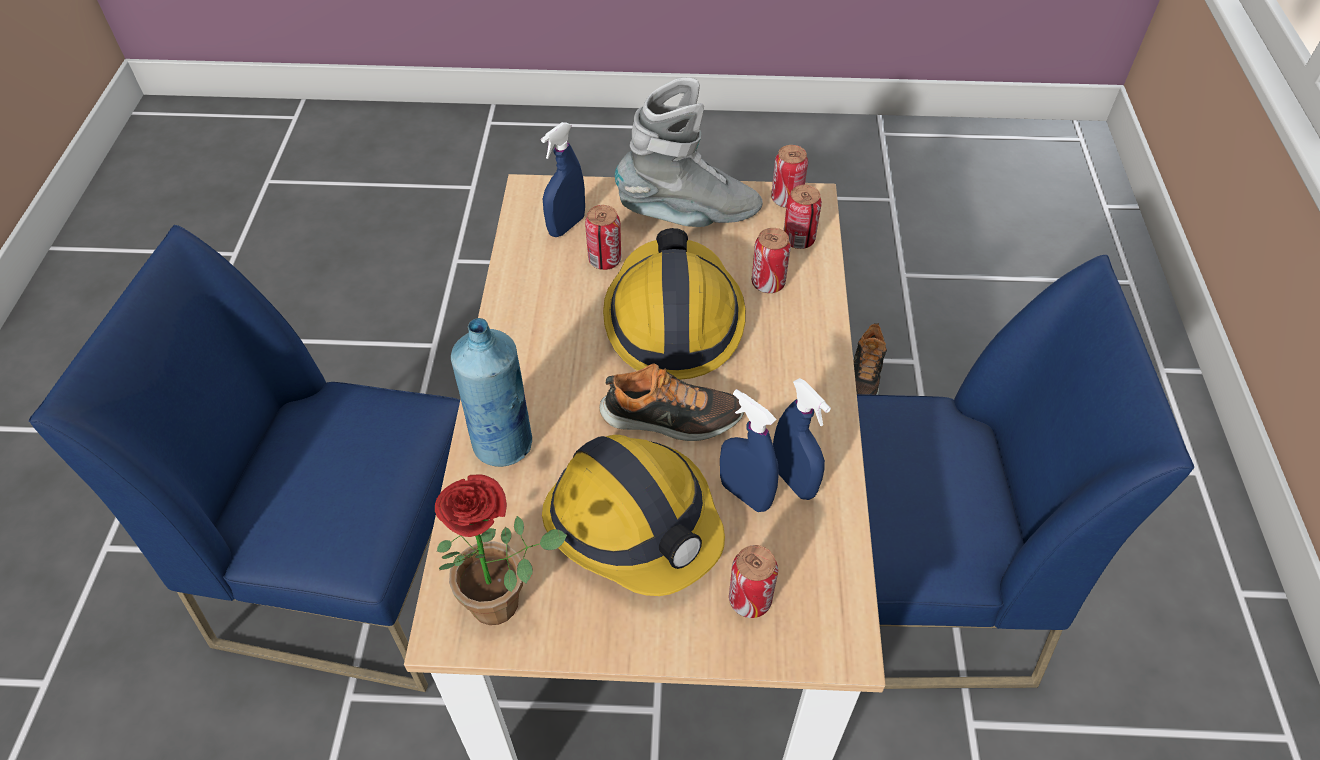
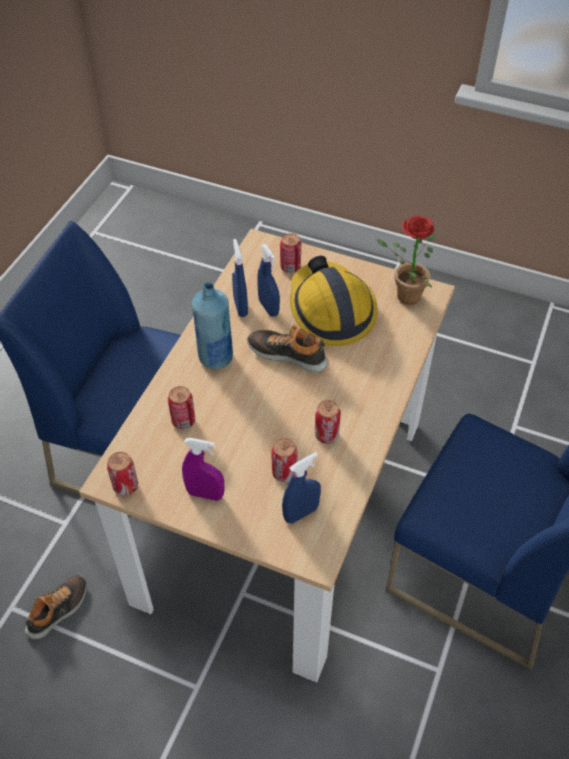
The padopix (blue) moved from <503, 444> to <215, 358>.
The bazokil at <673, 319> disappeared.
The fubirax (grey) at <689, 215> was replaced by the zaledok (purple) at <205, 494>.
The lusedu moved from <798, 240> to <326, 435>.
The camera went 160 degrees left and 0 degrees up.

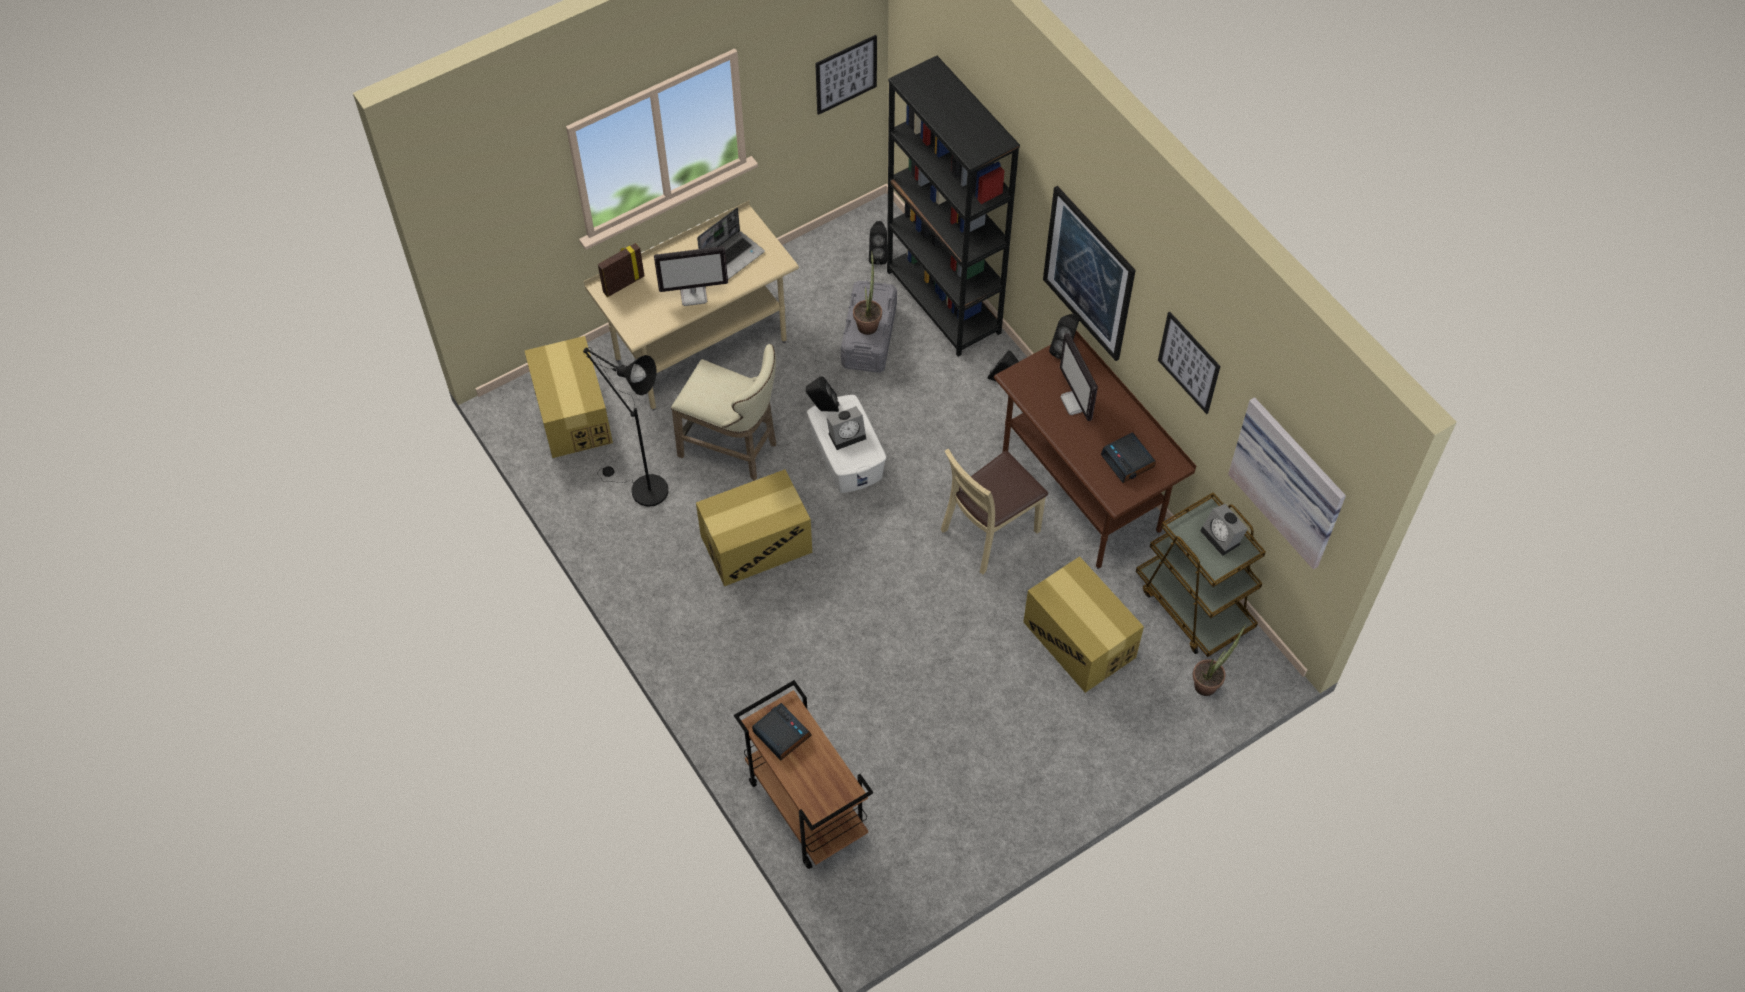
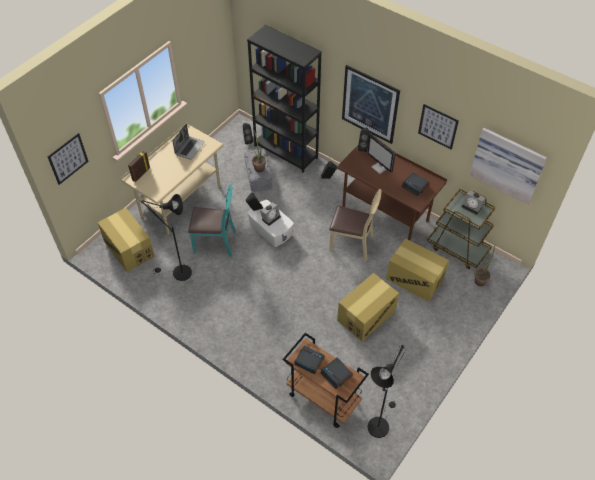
The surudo at <694, 294> disappeared.
The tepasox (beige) at <733, 450> was replaced by the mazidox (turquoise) at <215, 242>.
The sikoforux moved from <756, 544> to <366, 316>.
The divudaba moved from <846, 74> to <68, 158>.
The mazidox (beige) at <990, 532> turned 105 degrees counterclockwise.
The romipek at <337, 375> appeared.
The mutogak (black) at <379, 423> appeared.
The camera went 20 degrees left and 5 degrees down.

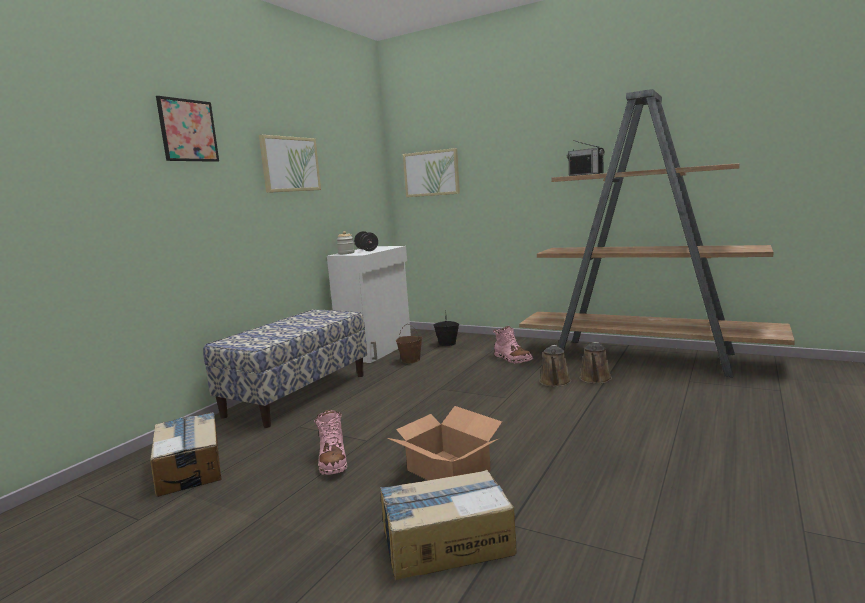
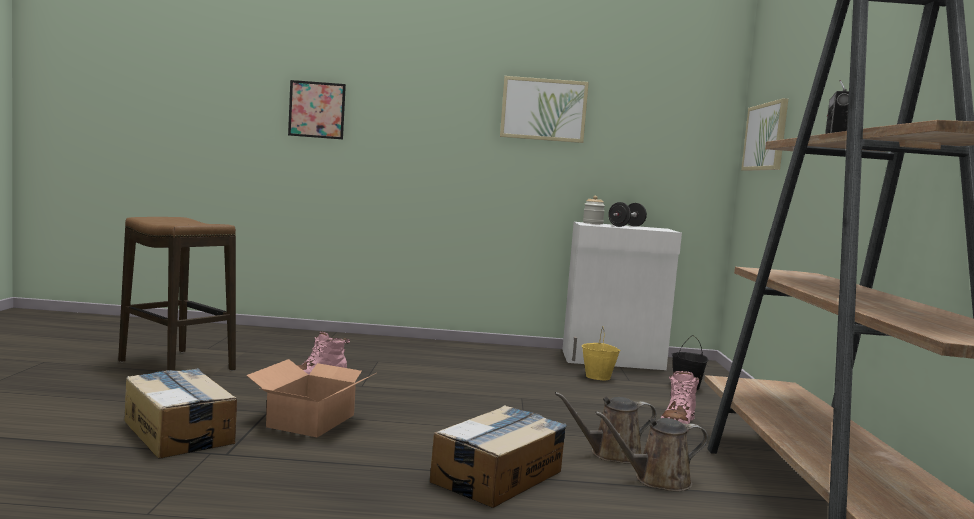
The sikoforux moved from <190, 467> to <498, 476>.
The divudaba moved from <188, 130> to <317, 110>.
The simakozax at <297, 394> disappeared.
The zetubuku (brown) at <411, 360> became the zetubuku (yellow) at <598, 377>.
The tepasox at <176, 366> appeared.
The camera went 60 degrees right and 5 degrees down.

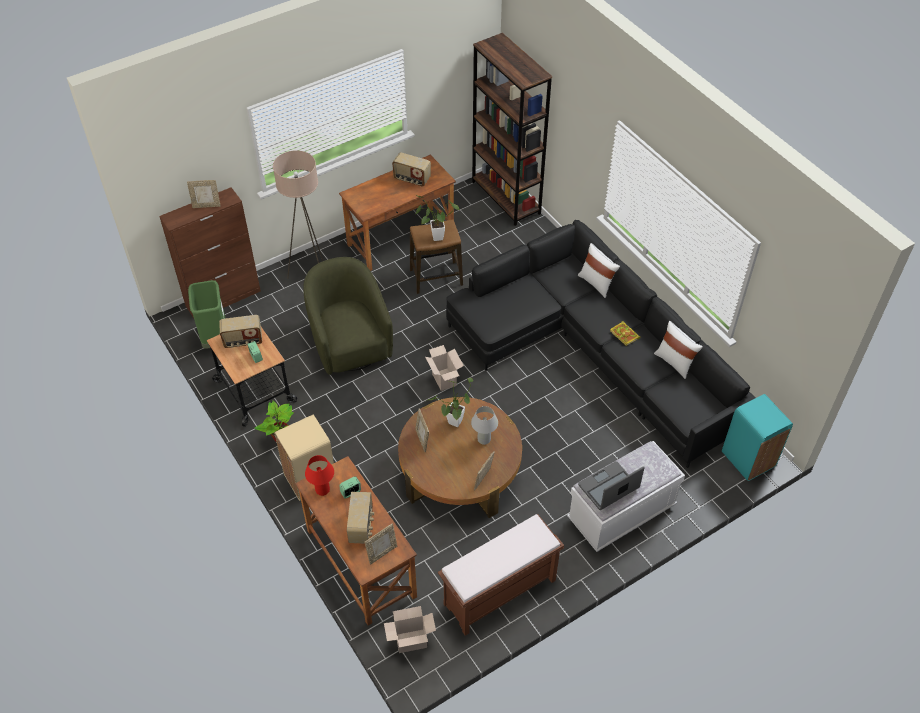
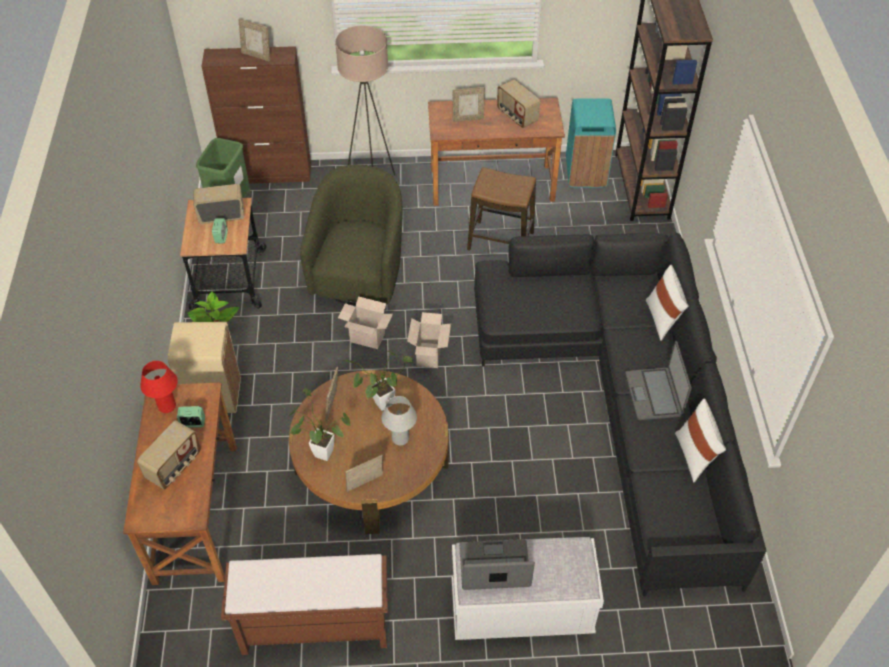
The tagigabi at <243, 341> turned 150 degrees clockwise.
The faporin moved from <382, 553> to <468, 118>.
The sikoforux moved from <410, 642> to <366, 338>.
The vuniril moved from <434, 237> to <320, 452>.
The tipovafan at <625, 335> was replaced by the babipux at <654, 394>.
The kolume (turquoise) moved from <748, 460> to <585, 173>.
The camera went 30 degrees right and 0 degrees up.

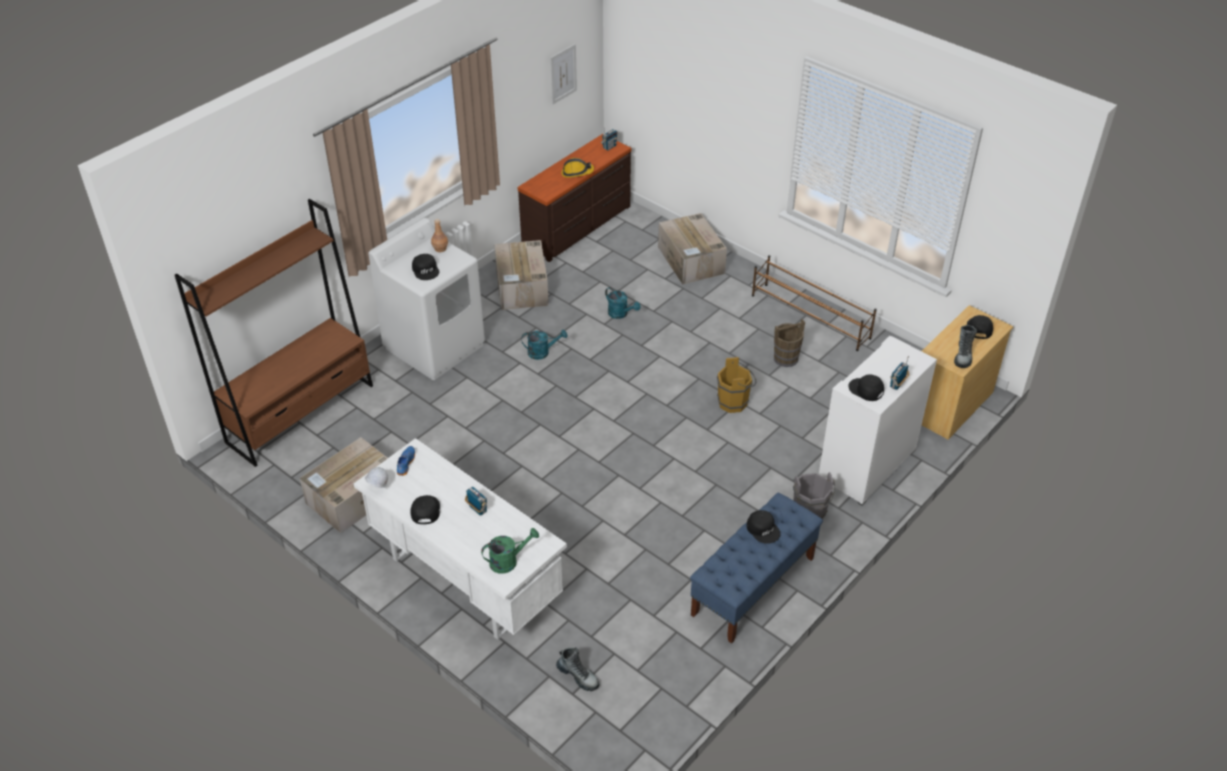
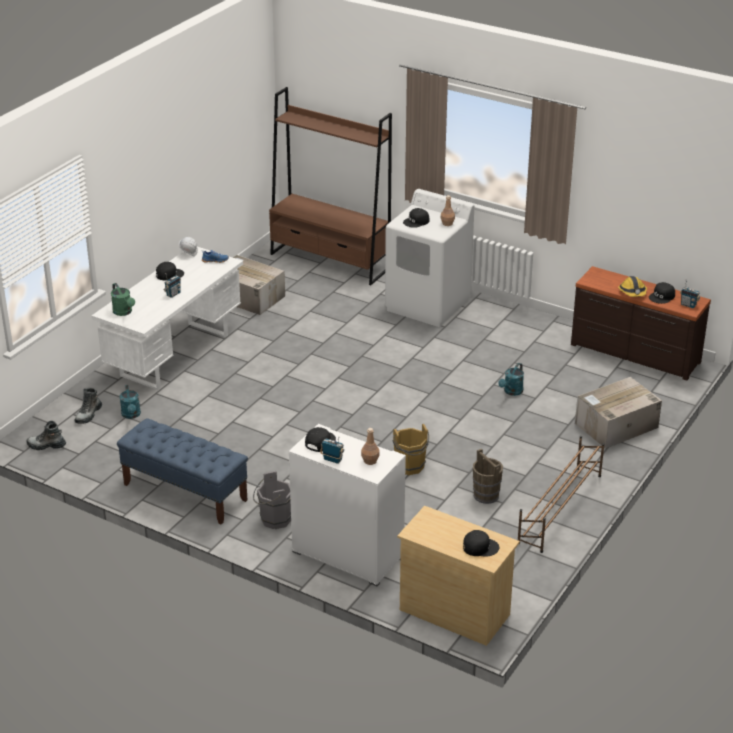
The sikoforux at <522, 287> disappeared.
The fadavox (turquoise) moved from <542, 352> to <131, 415>.
The divudaba at <563, 74> disappeared.
The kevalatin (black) moved from <763, 529> to <662, 297>.
The fubirax moved from <963, 355> to <46, 446>.
The padopix (brown) at <370, 461> appeared.
The camera went 80 degrees right and 10 degrees down.

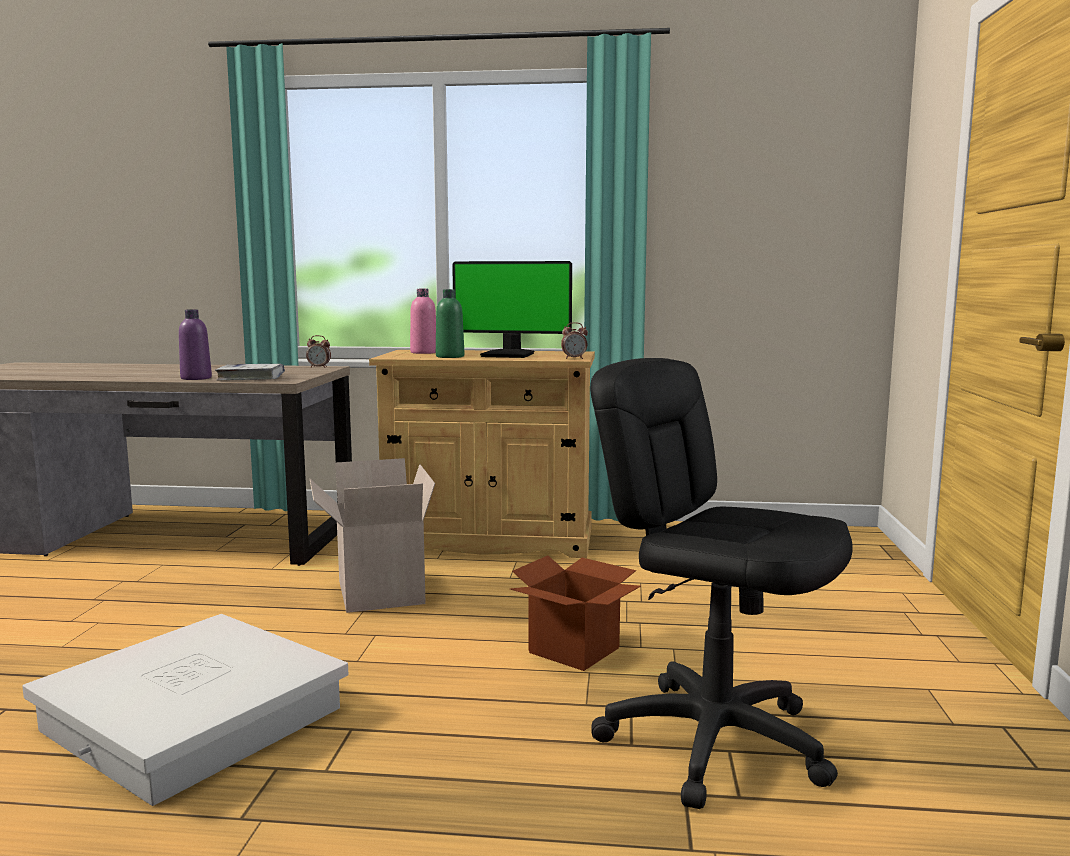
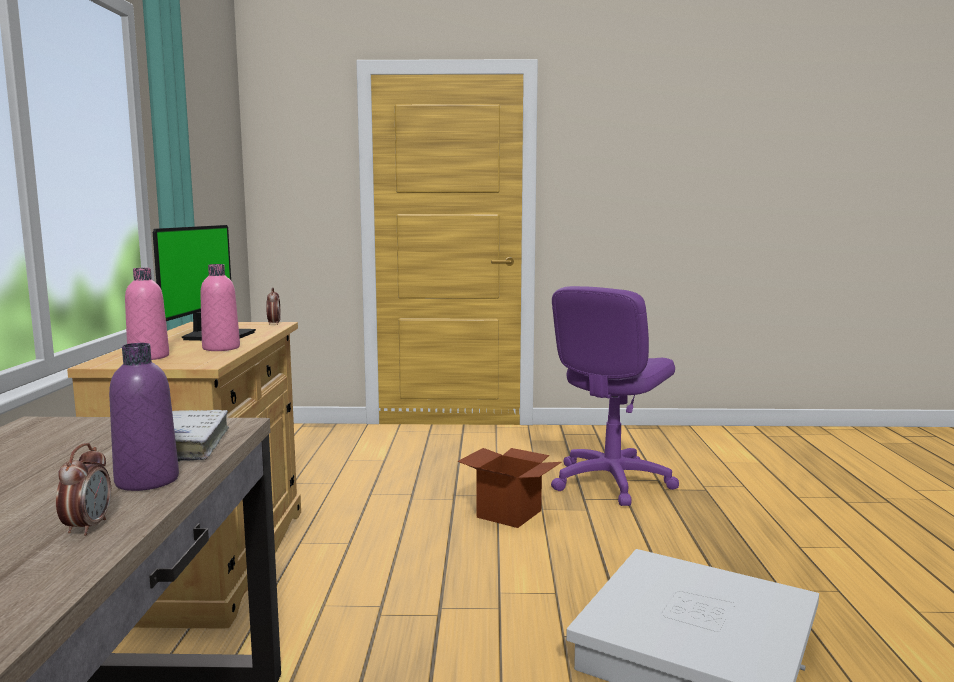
The romipek moved from <319, 367> to <87, 527>.
The sikoforux at <377, 592> disappeared.
The padopix (green) at <450, 356> became the padopix (pink) at <221, 348>.
The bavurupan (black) at <714, 741> became the bavurupan (purple) at <610, 482>.
The camera went 95 degrees left and 0 degrees up.

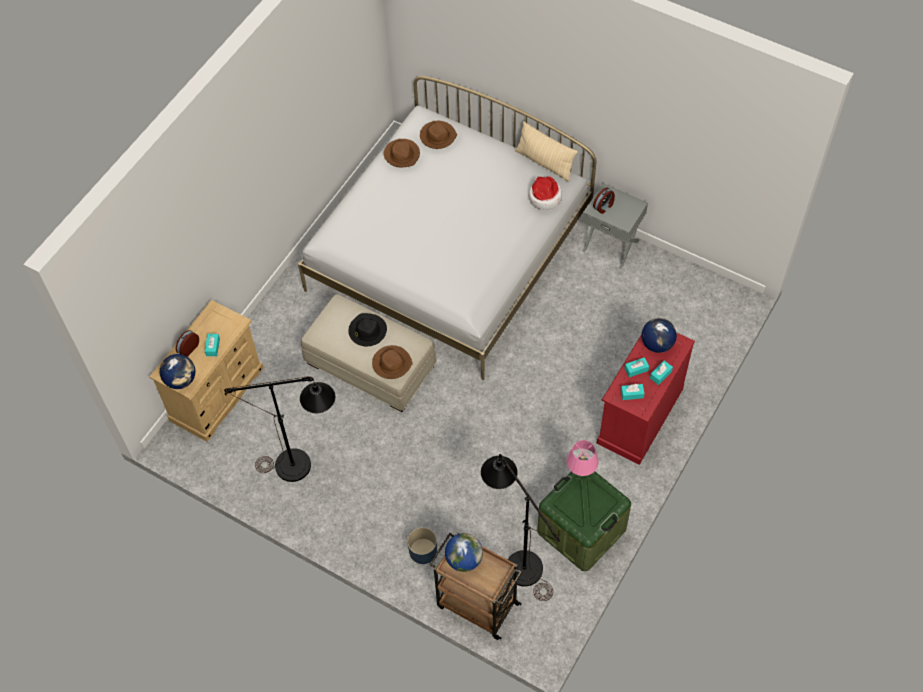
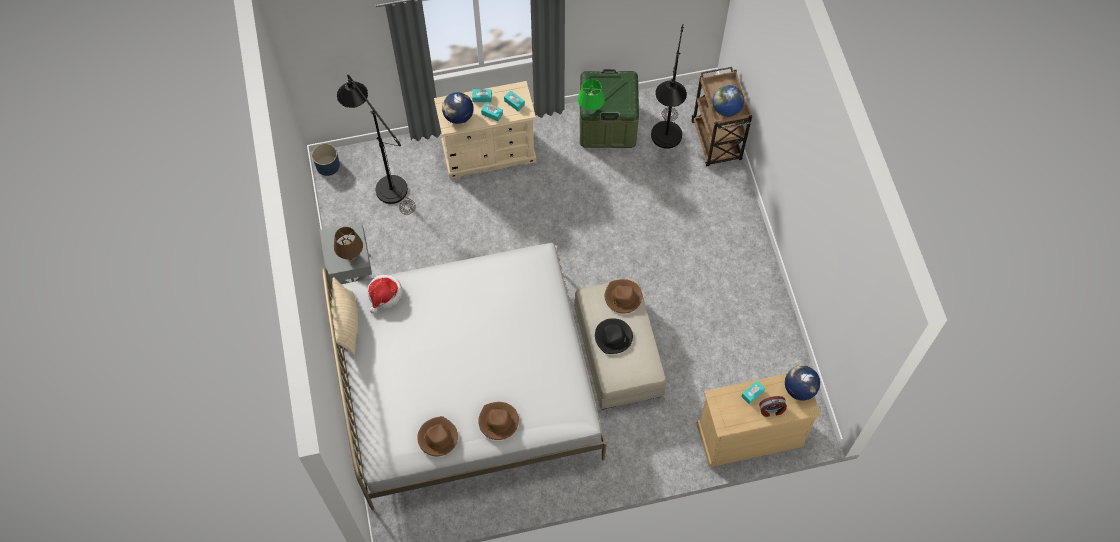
The mutogak (black) moved from <303, 466> to <386, 183>.
The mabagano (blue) moved from <422, 551> to <328, 165>.
The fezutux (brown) moved from <437, 136> to <498, 421>.
The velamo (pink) at <580, 471> became the velamo (green) at <590, 110>.
The romipek at <604, 206> was replaced by the velamo (brown) at <351, 256>.
The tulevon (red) at <639, 416> became the tulevon (beige) at <489, 153>.
The camera went 135 degrees left and 5 degrees up.

